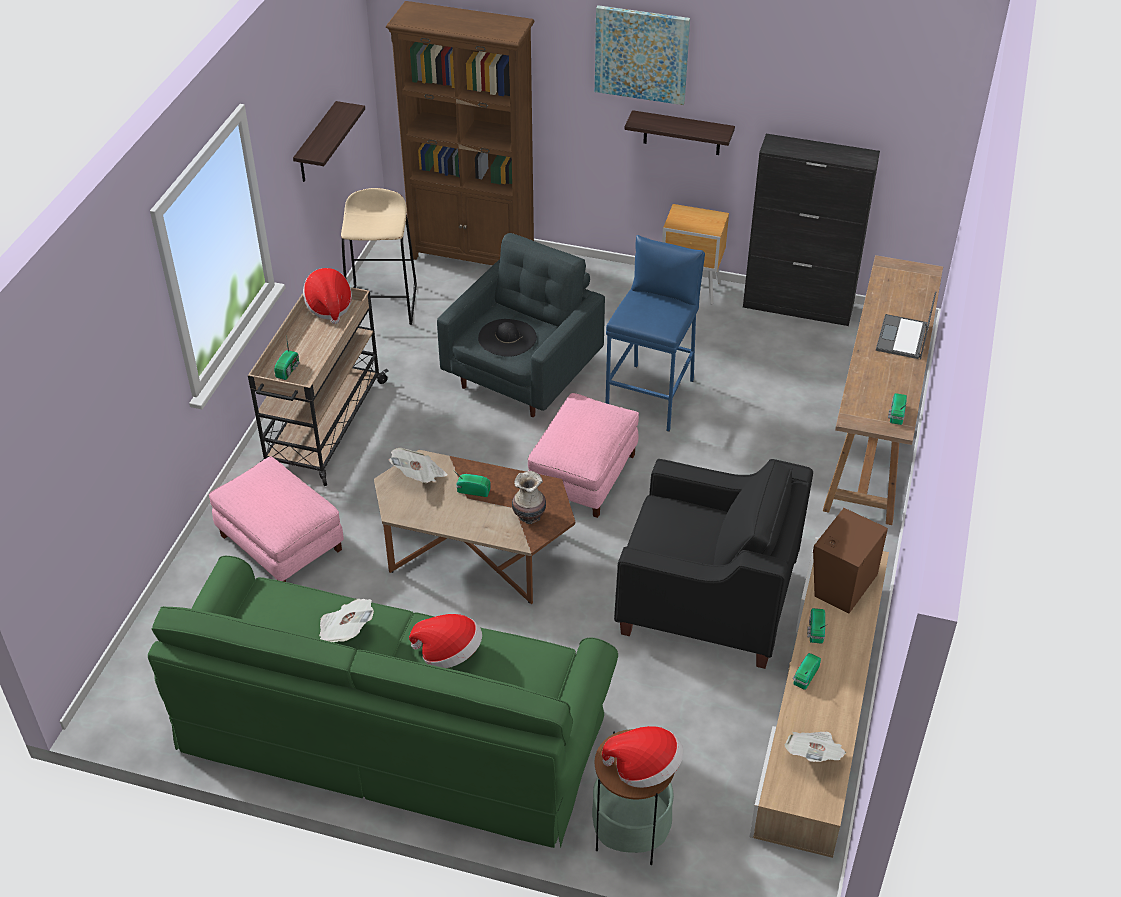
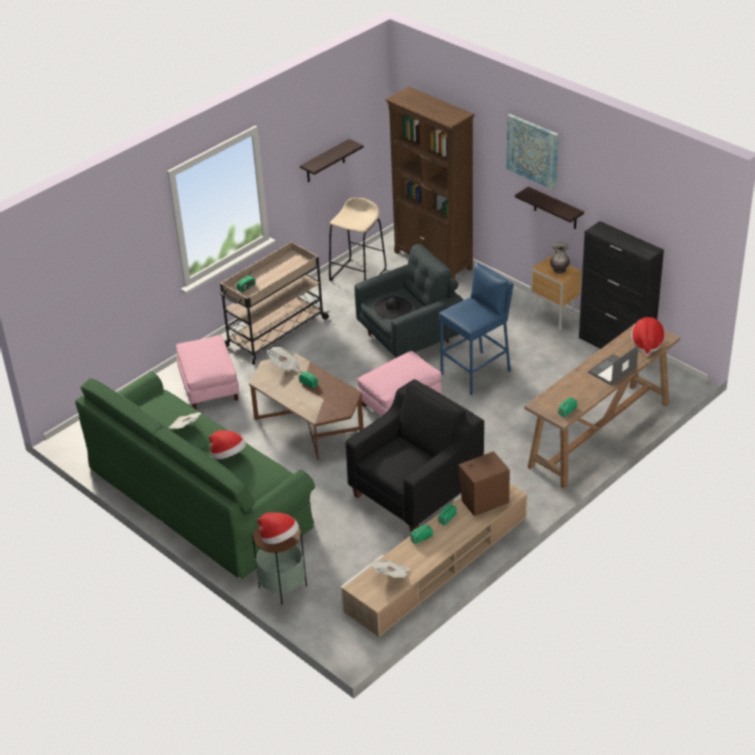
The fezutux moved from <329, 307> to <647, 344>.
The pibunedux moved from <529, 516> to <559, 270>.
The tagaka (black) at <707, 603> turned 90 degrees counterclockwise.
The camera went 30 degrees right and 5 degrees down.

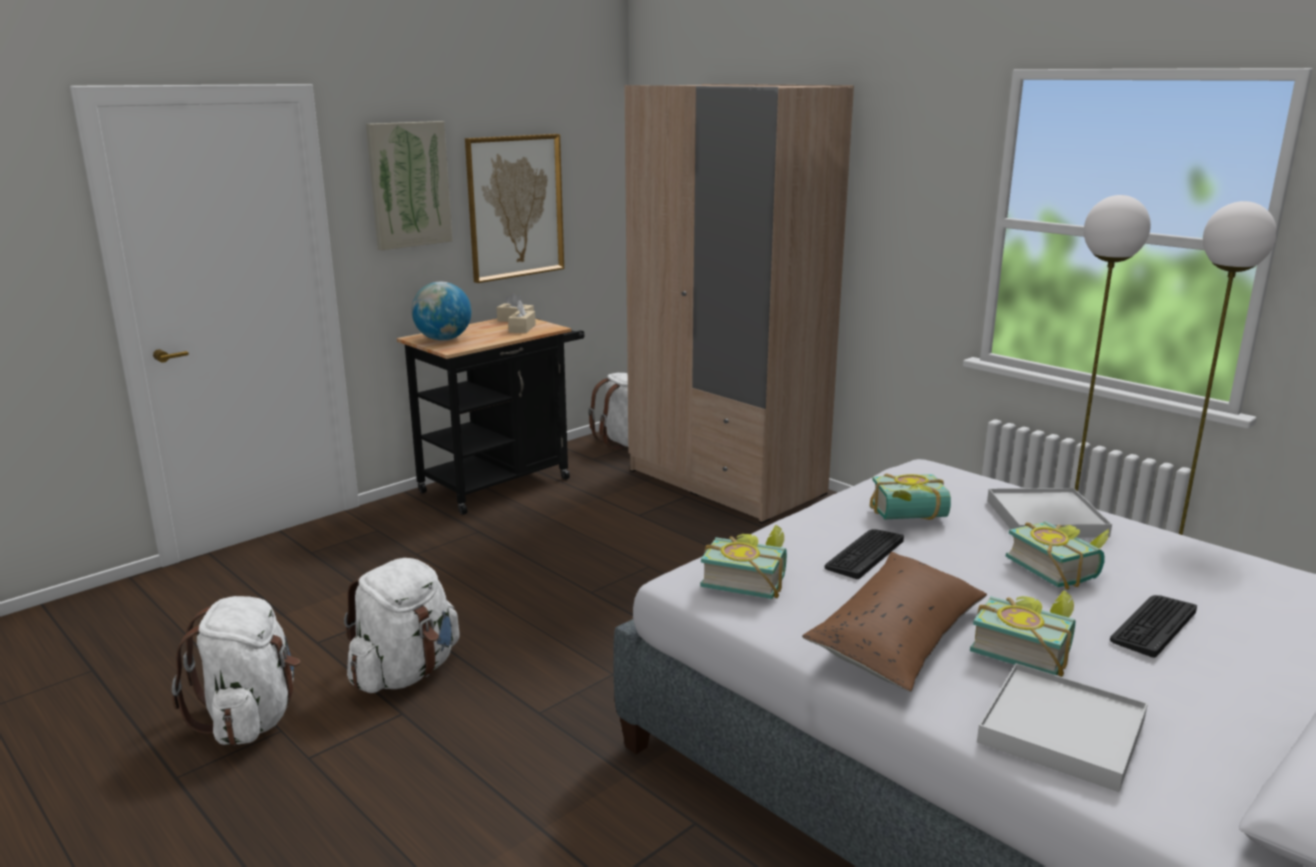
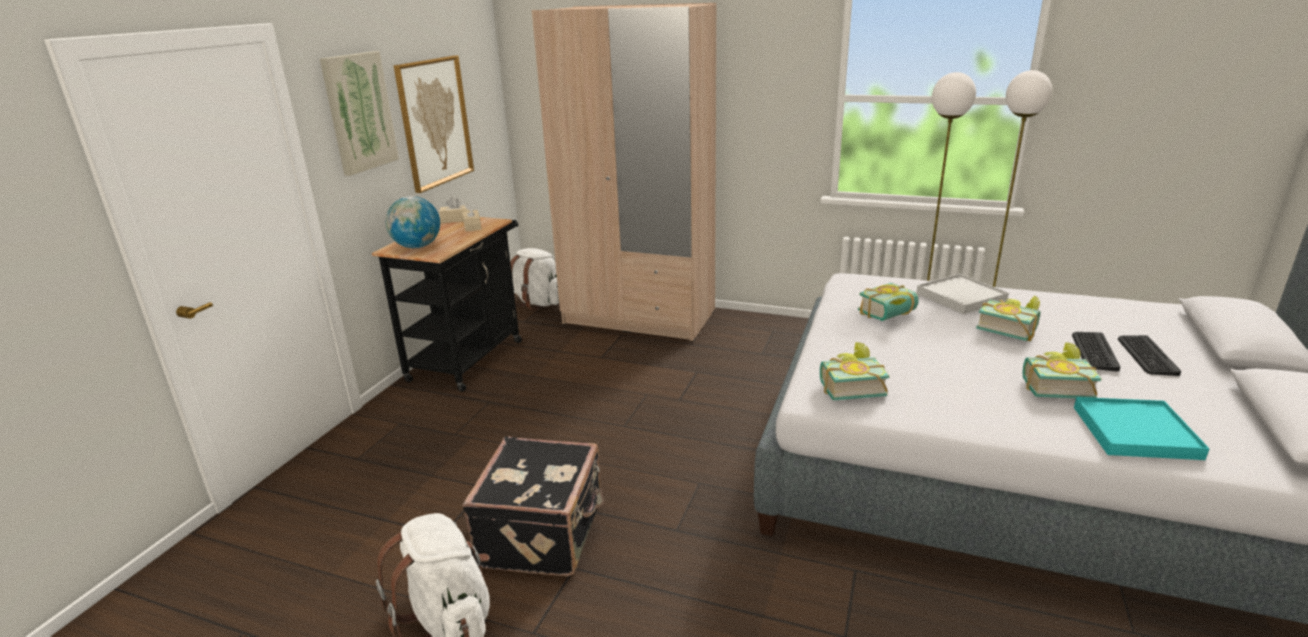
The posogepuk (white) at <405, 673> was replaced by the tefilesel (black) at <544, 534>.
The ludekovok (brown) at <897, 637> disappeared.
The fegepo moved from <864, 554> to <1146, 356>.
The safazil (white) at <1061, 731> became the safazil (turquoise) at <1135, 432>.
The camera went 25 degrees left and 5 degrees up.

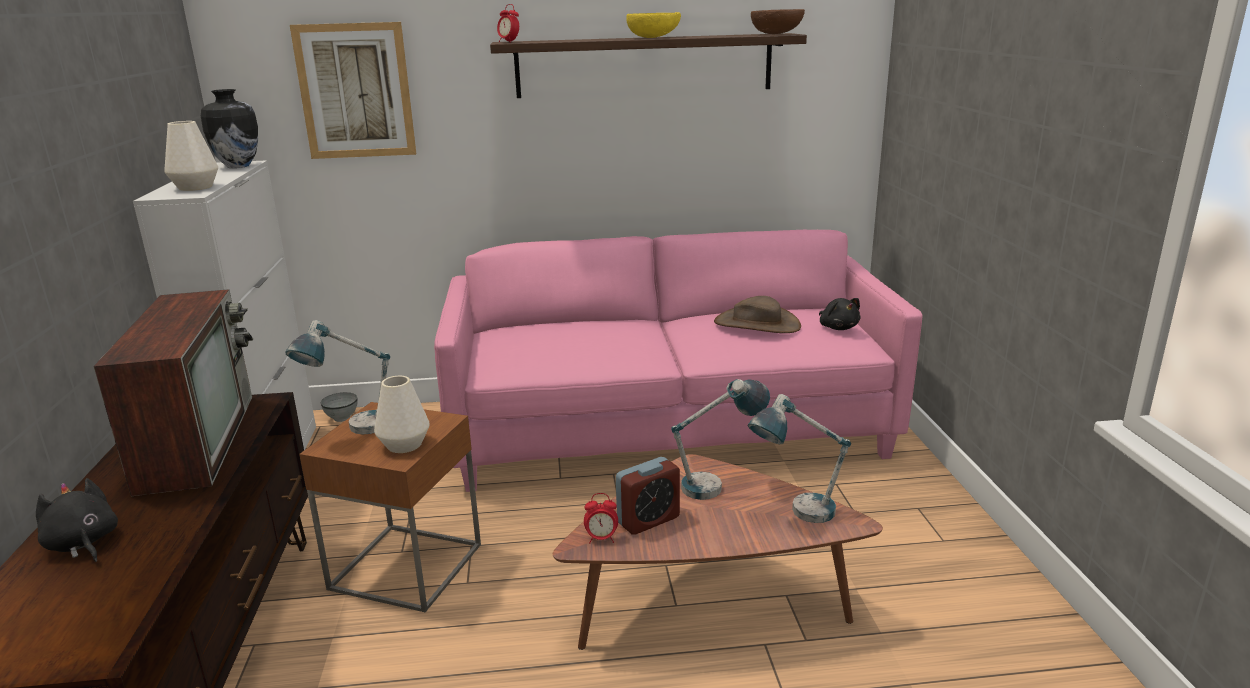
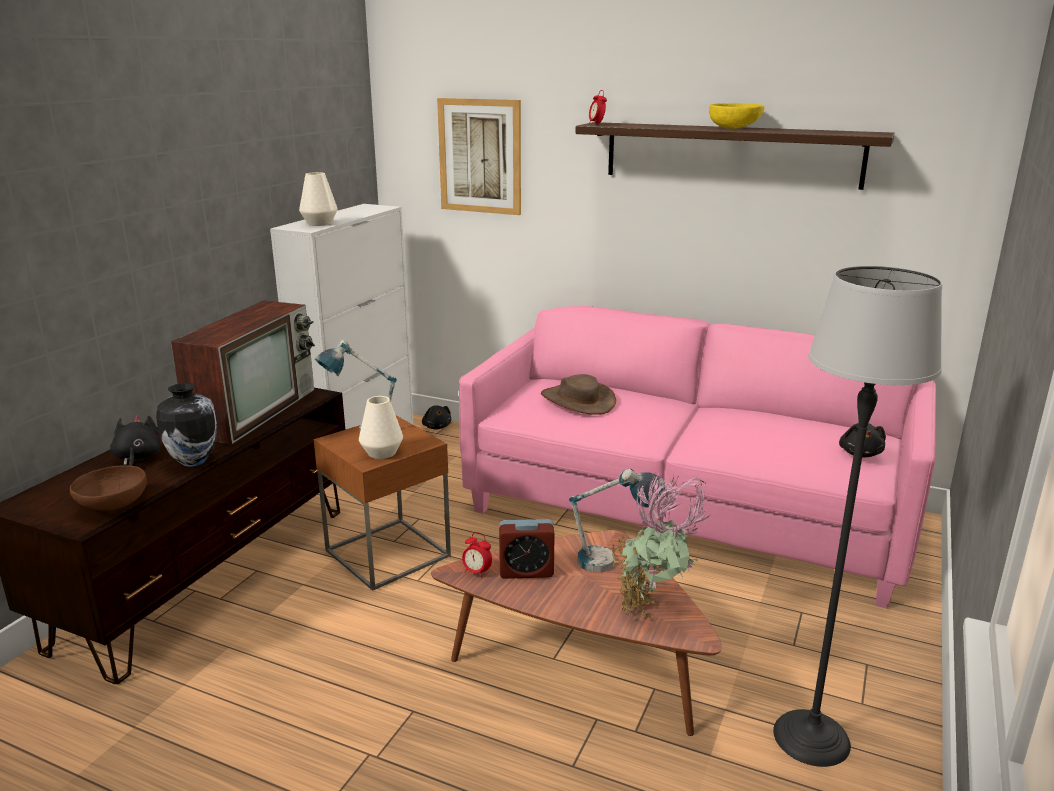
The pibunedux moved from <237, 166> to <193, 461>.
The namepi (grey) at <342, 417> was replaced by the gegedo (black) at <437, 427>.
The fezutux (brown) moved from <757, 324> to <578, 400>.
The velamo at <795, 513> was replaced by the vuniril at <653, 609>.
The namepi (brown) moved from <776, 34> to <113, 506>.
The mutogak at <812, 738> appeared.
The camera went 30 degrees right and 0 degrees up.

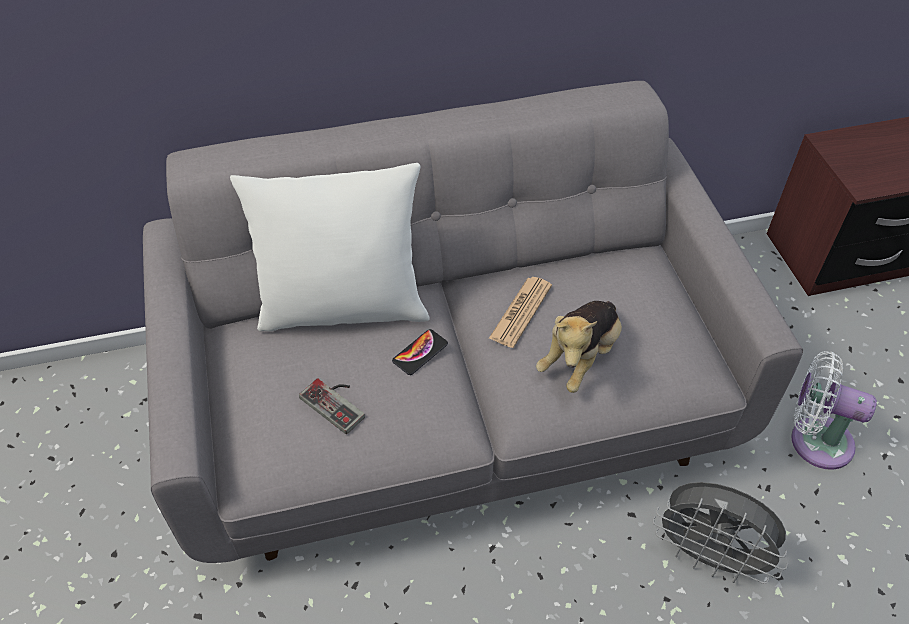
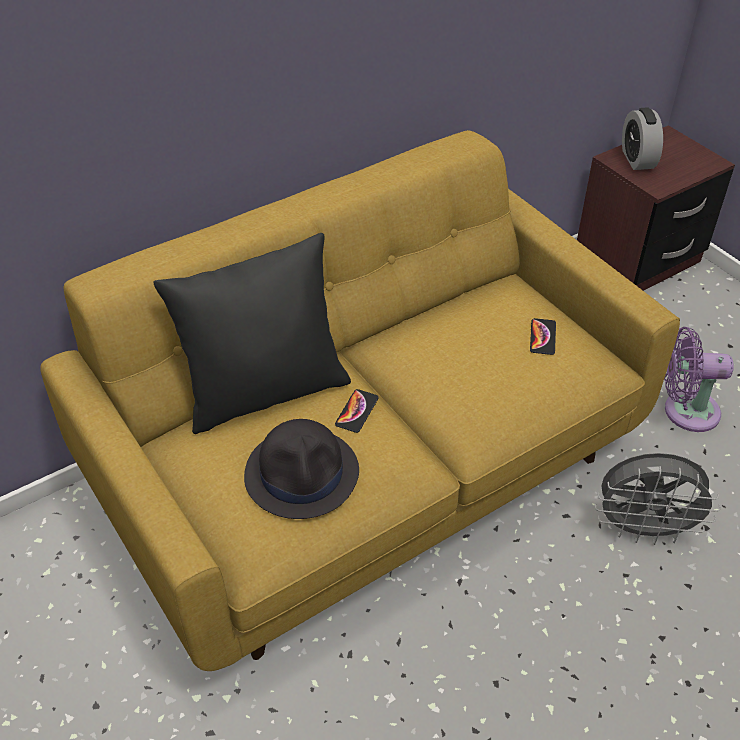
The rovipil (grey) at <455, 403> became the rovipil (yellow) at <370, 468>.
The ludekovok (white) at <343, 307> became the ludekovok (black) at <265, 392>.
The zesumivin at <337, 402> was replaced by the fezutux (black) at <302, 473>.
The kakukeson at <520, 312> disappeared.
The gegedo at <580, 357> disappeared.
The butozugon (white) at <814, 439> became the butozugon (purple) at <685, 411>.
The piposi at <542, 337> appeared.
The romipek at <637, 159> appeared.
The camera went 20 degrees left and 5 degrees down.

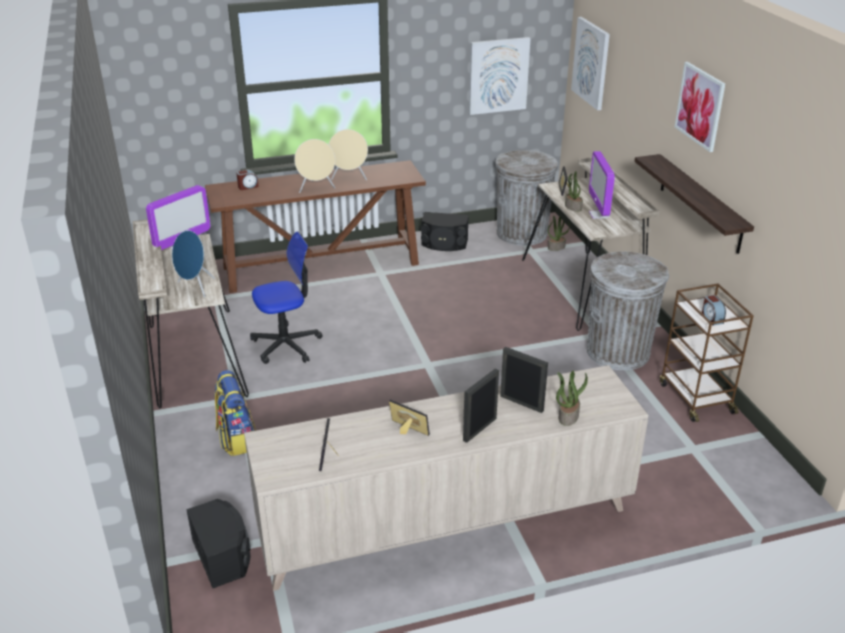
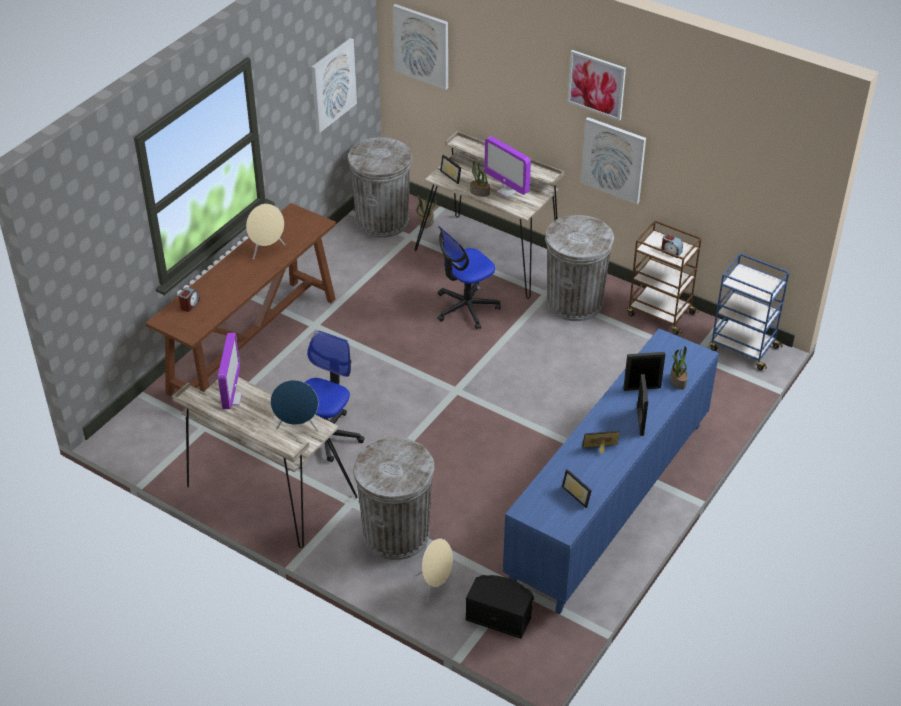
The posogepuk at <236, 439> was replaced by the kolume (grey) at <396, 534>.
The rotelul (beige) at <446, 524> became the rotelul (blue) at <609, 502>.
The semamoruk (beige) moved from <316, 189> to <435, 585>.
The semamoruk (black) at <444, 243> disappeared.
The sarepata at <700, 203> was replaced by the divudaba at <613, 159>.
The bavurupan at <466, 308> appeared.
The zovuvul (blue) at <742, 348> appeared.
The camera went 40 degrees left and 10 degrees up.

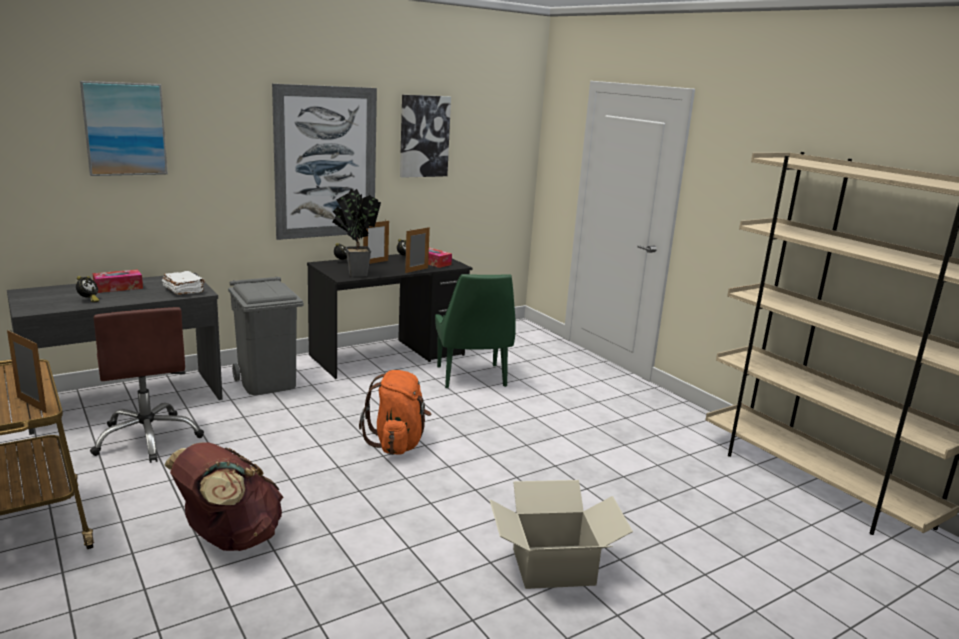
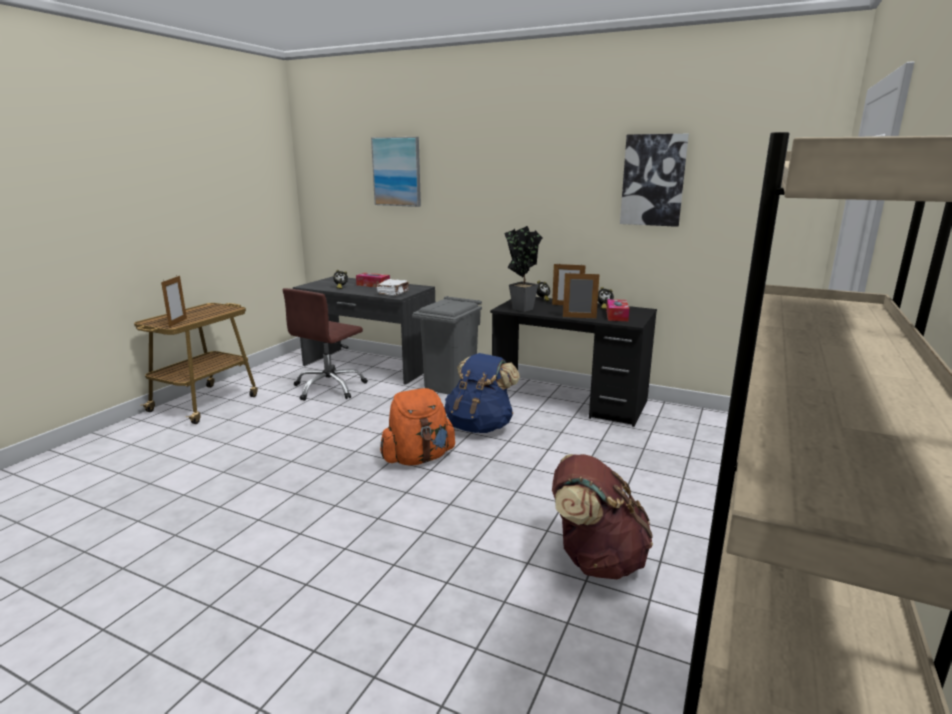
The posogepuk (brown) moved from <229, 539> to <595, 560>.
The divudaba at <326, 163> disappeared.
The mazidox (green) at <472, 377> disappeared.
The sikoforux at <554, 567> disappeared.
The posogepuk (blue) at <480, 426> appeared.
The camera went 60 degrees right and 0 degrees up.

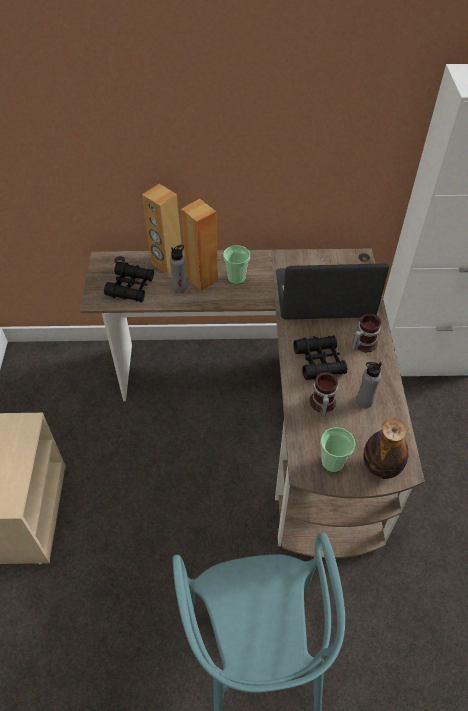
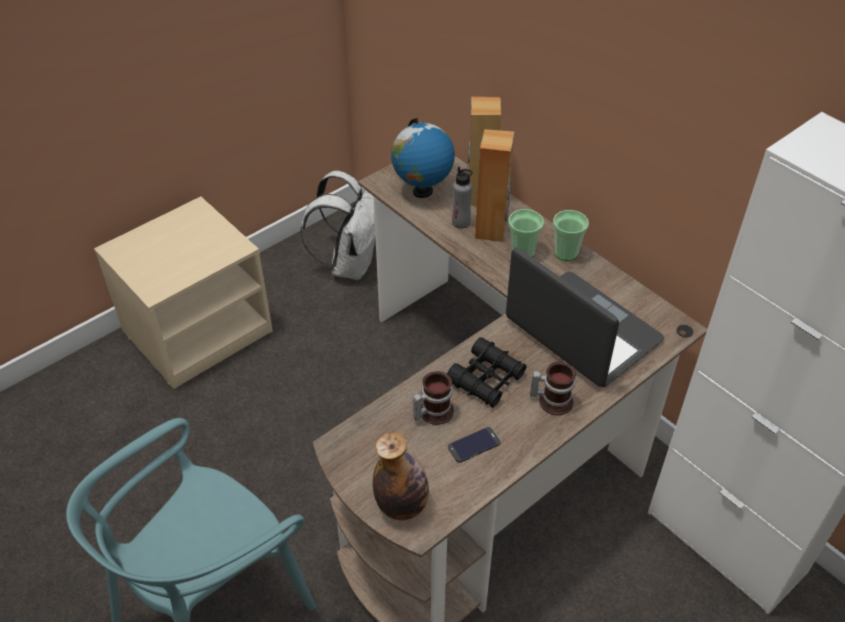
The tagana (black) at <130, 287> was replaced by the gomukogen at <422, 192>.
The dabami moved from <332, 462> to <566, 253>.
The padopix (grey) at <364, 401> was replaced by the piposi at <474, 445>.
The posogepuk (white) at <350, 264> appeared.
The camera went 50 degrees right and 5 degrees down.

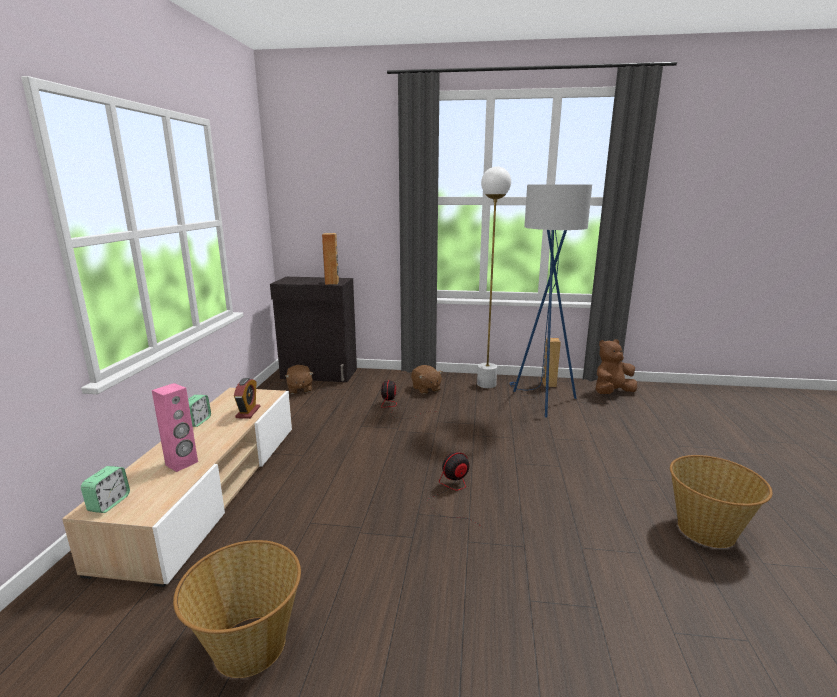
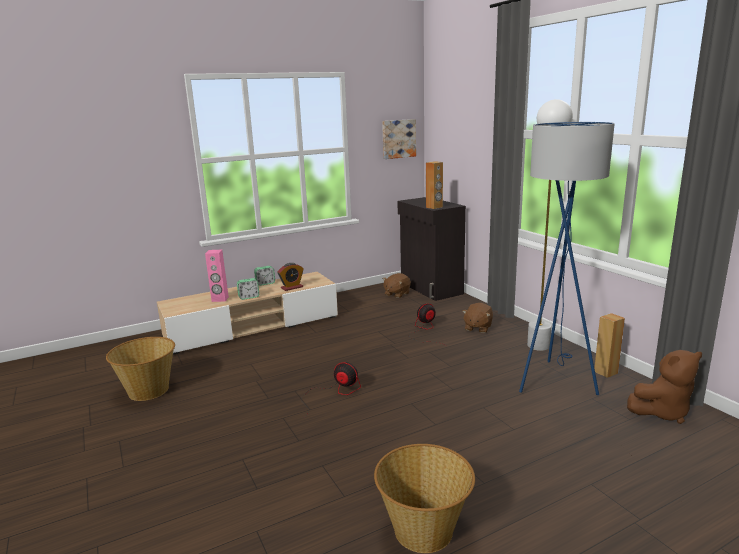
The romipek moved from <109, 503> to <249, 297>.
The gegedo (brown) at <612, 393> turned 135 degrees clockwise.
The divudaba at <398, 138> appeared.
The camera went 55 degrees right and 0 degrees up.

